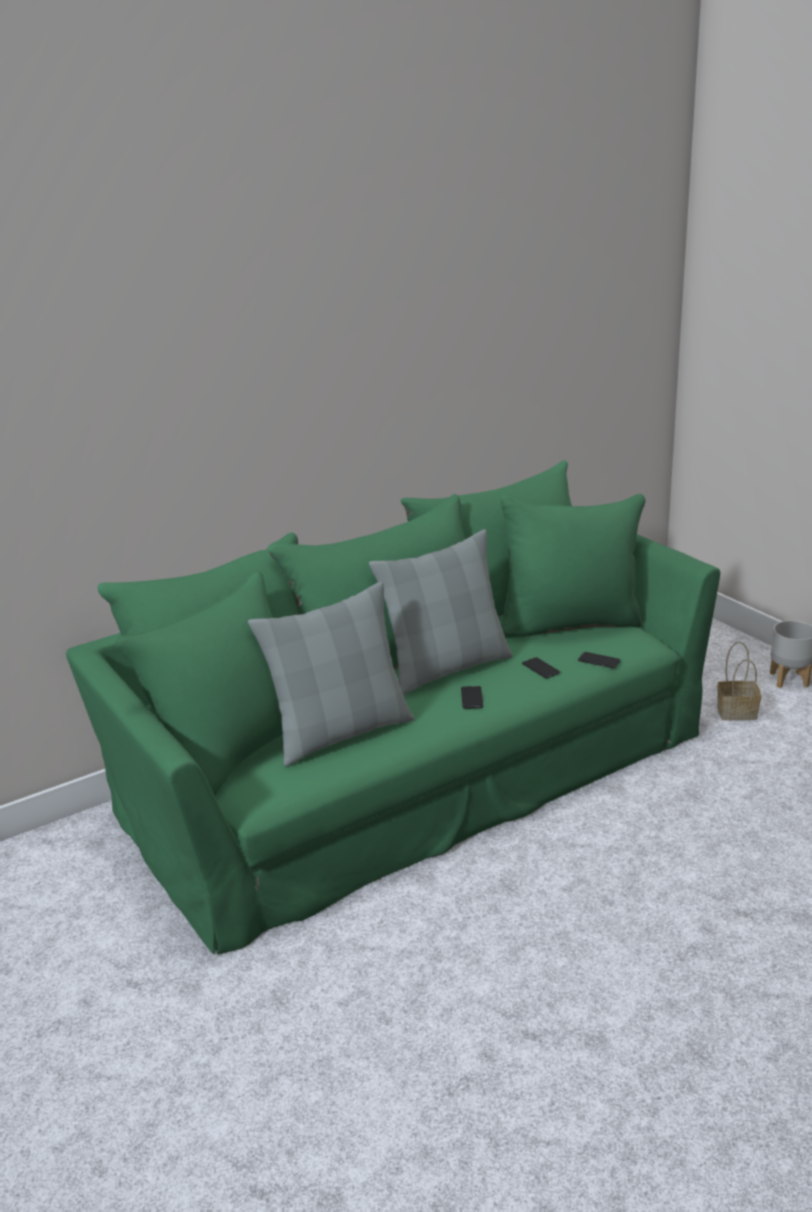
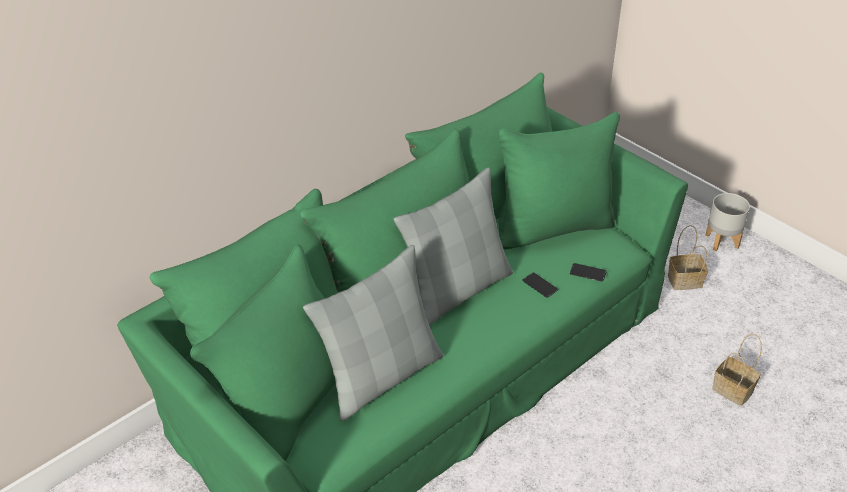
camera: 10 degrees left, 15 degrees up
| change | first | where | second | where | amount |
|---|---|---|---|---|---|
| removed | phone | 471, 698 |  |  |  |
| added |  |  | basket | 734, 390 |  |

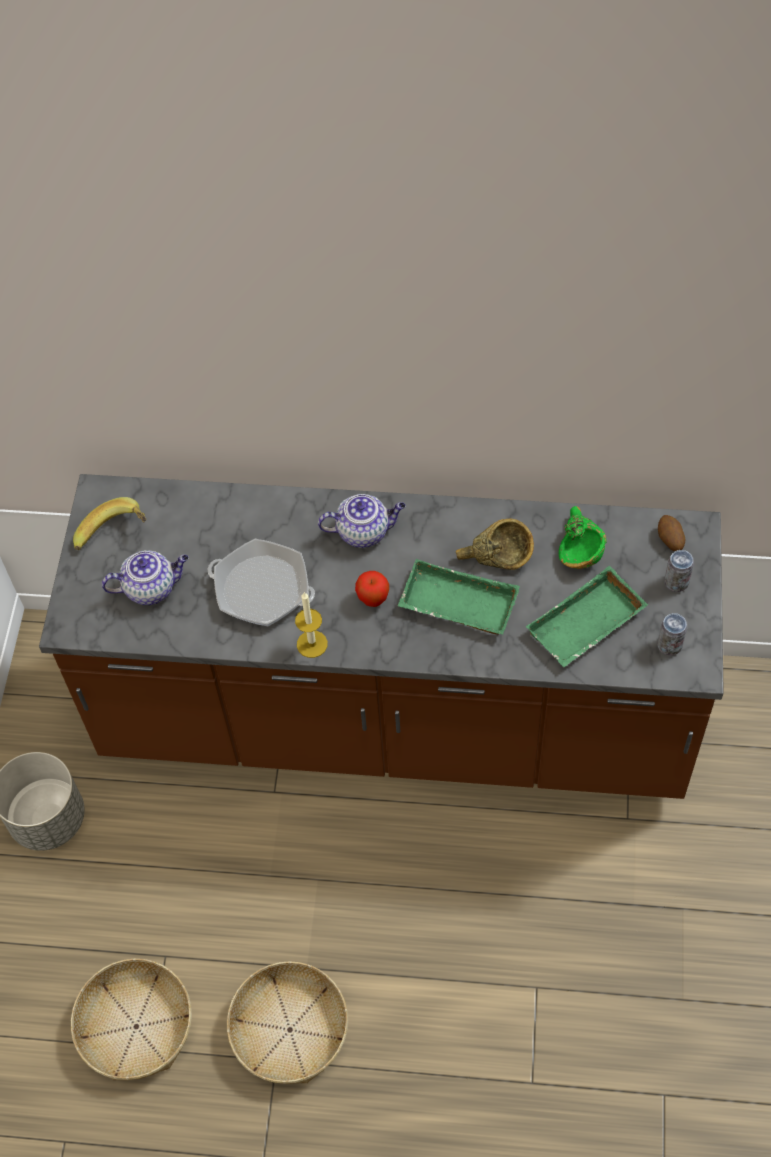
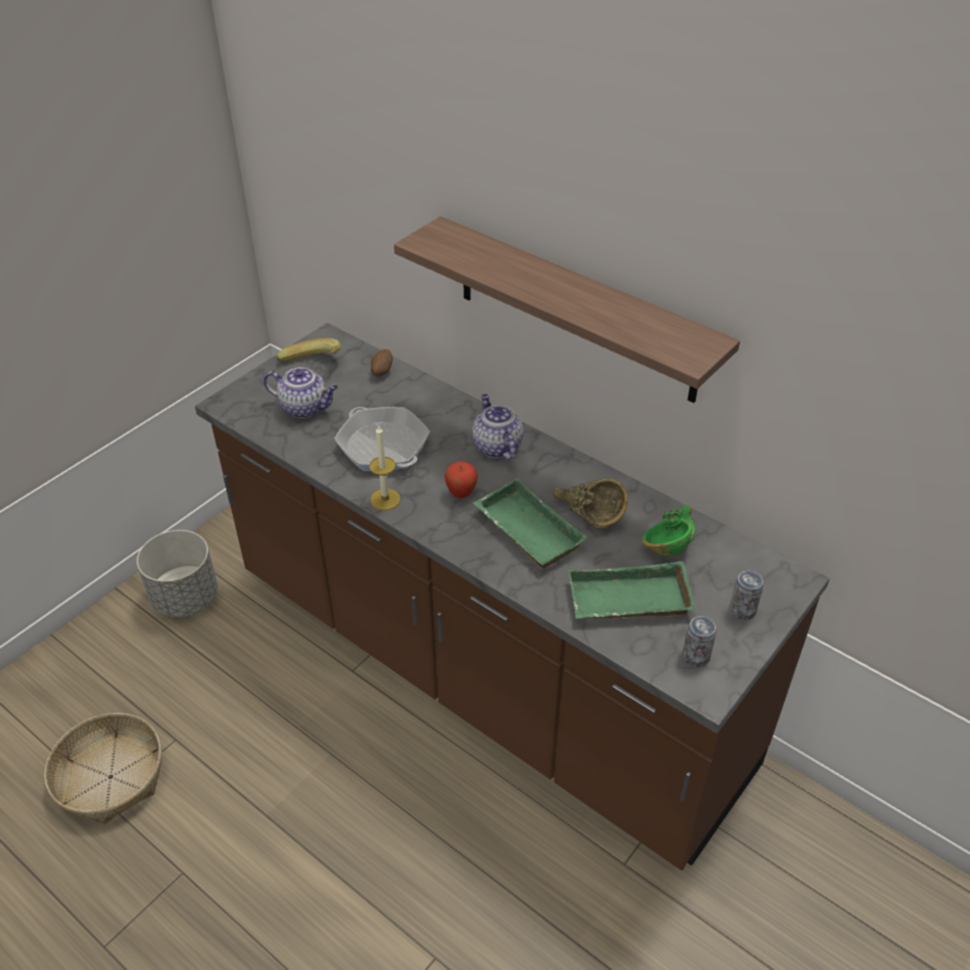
camera: 30 degrees right, 15 degrees down
| change | first | where | second | where | amount |
|---|---|---|---|---|---|
| turned | teapot | 364, 531 |  | 496, 446 | 135 degrees counterclockwise |
| moved | potato | 669, 540 |  | 381, 371 |  |
| removed | basket | 290, 1030 |  |  |  |
| added |  |  | shelf | 576, 310 |  |

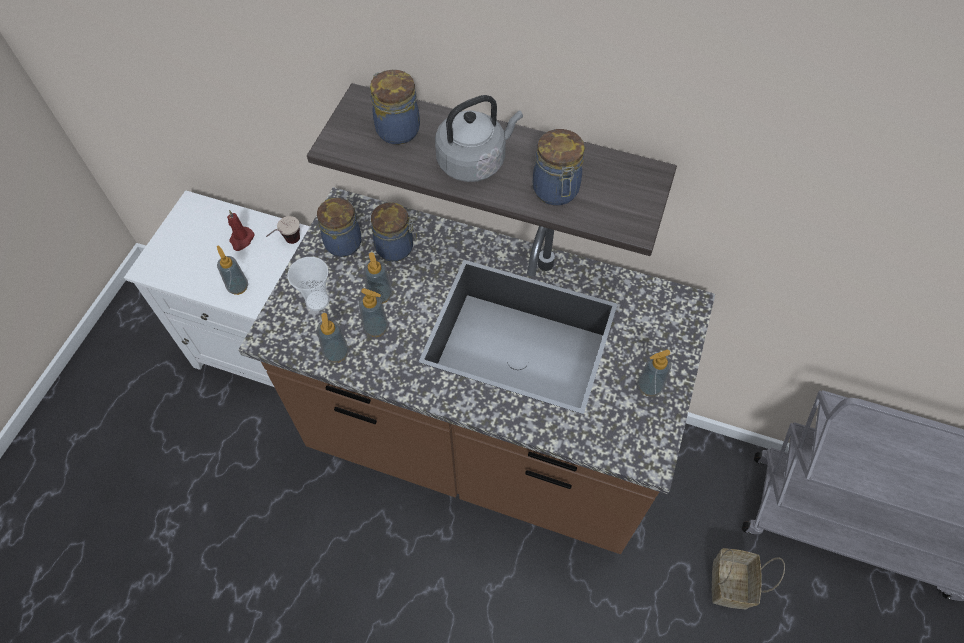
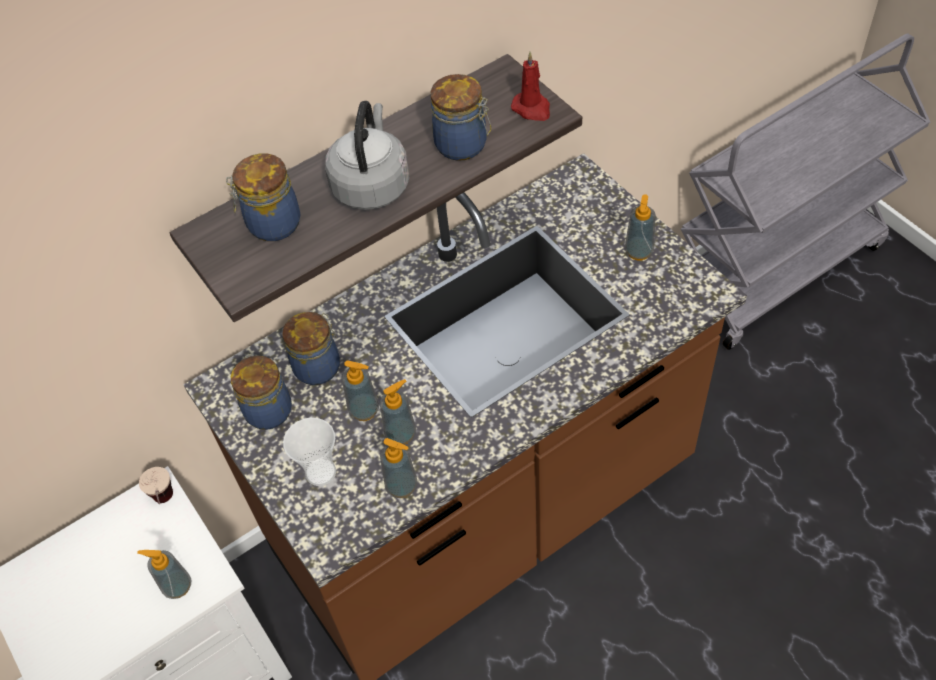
camera: 50 degrees left, 5 degrees down
| change | first | where | second | where | amount |
|---|---|---|---|---|---|
| moved | candle (red) | 241, 240 |  | 532, 109 |  |
| removed | basket | 731, 585 |  |  |  |

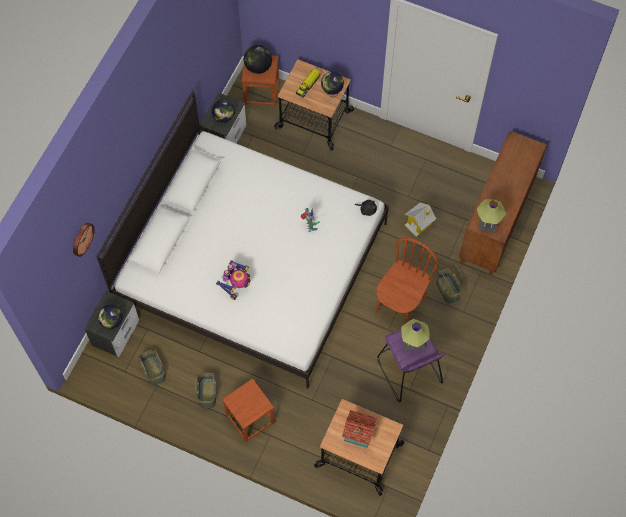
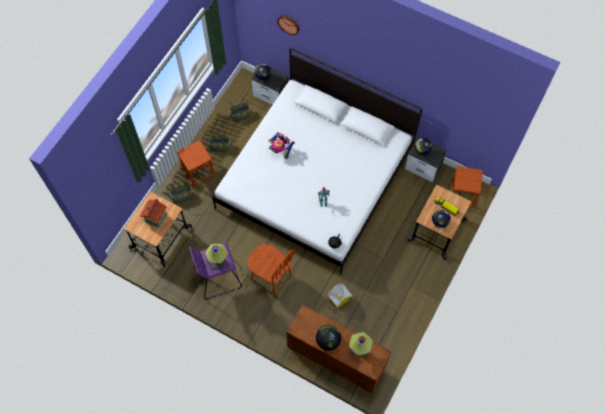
camera: 95 degrees right, 0 degrees up
| change | first | where | second | where | amount |
|---|---|---|---|---|---|
| moved | globe | 258, 67 |  | 328, 341 |  |
| moved | table lamp | 488, 223 |  | 359, 349 |  |
| moved | basket | 448, 289 |  | 182, 197 |  |

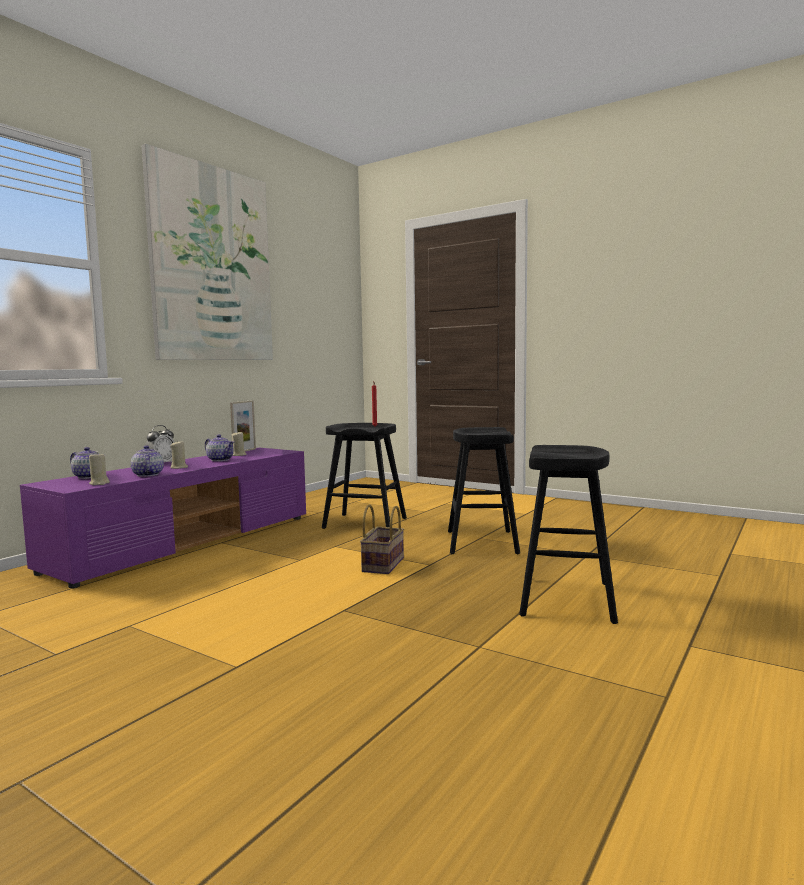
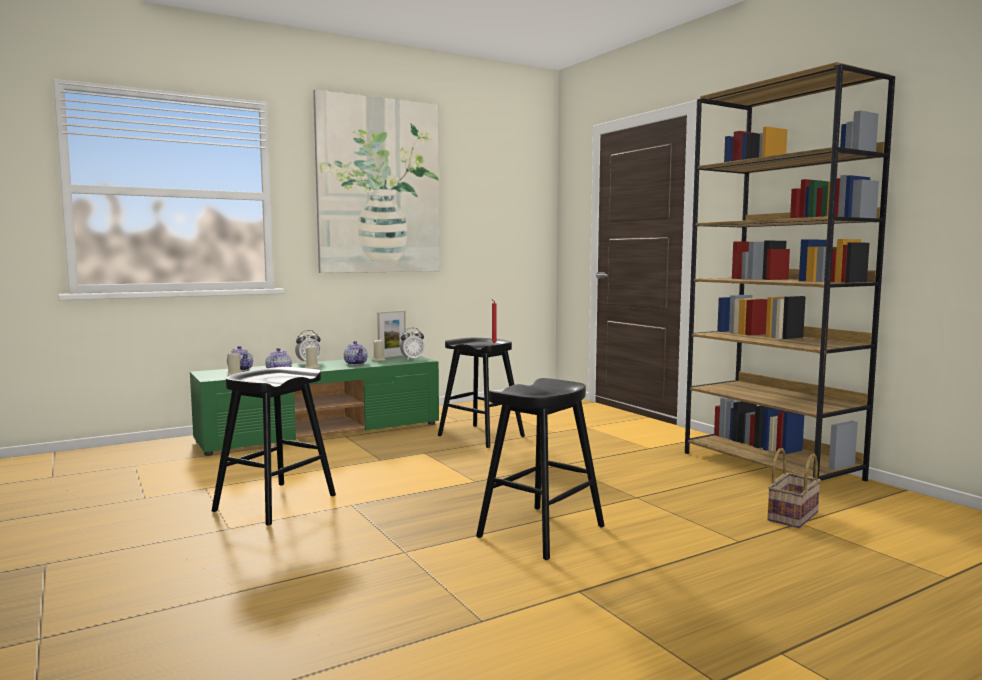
camera: 25 degrees right, 0 degrees up
| change | first | where | second | where | amount |
|---|---|---|---|---|---|
| moved | stool (black) | 481, 542 |  | 275, 503 |  |
| recoloured | tv stand (purple) | 188, 542 | tv stand (green) | 323, 432 |  |
| moved | basket | 382, 564 |  | 792, 515 |  |
| added |  |  | bookcase (brown) | 771, 466 |  |
| added |  |  | alarm clock | 412, 359 |  |

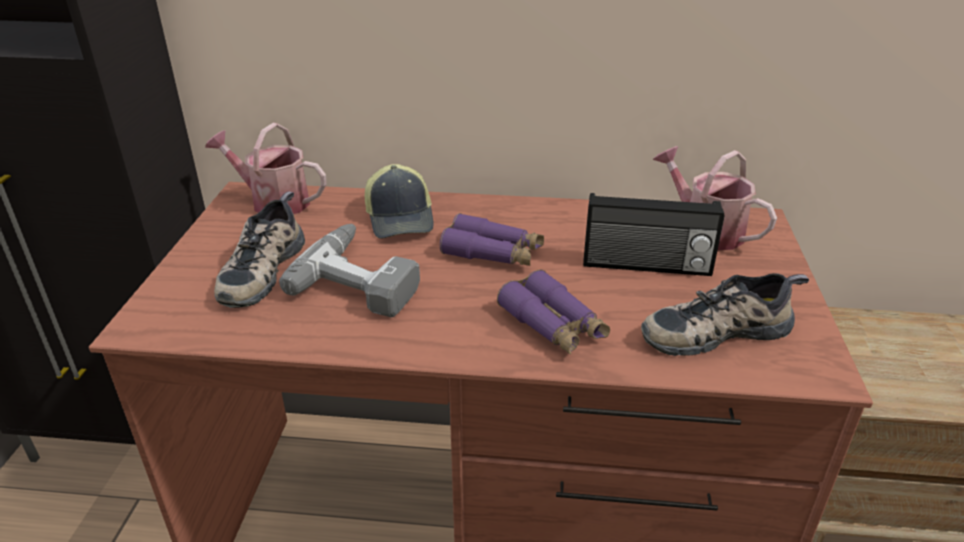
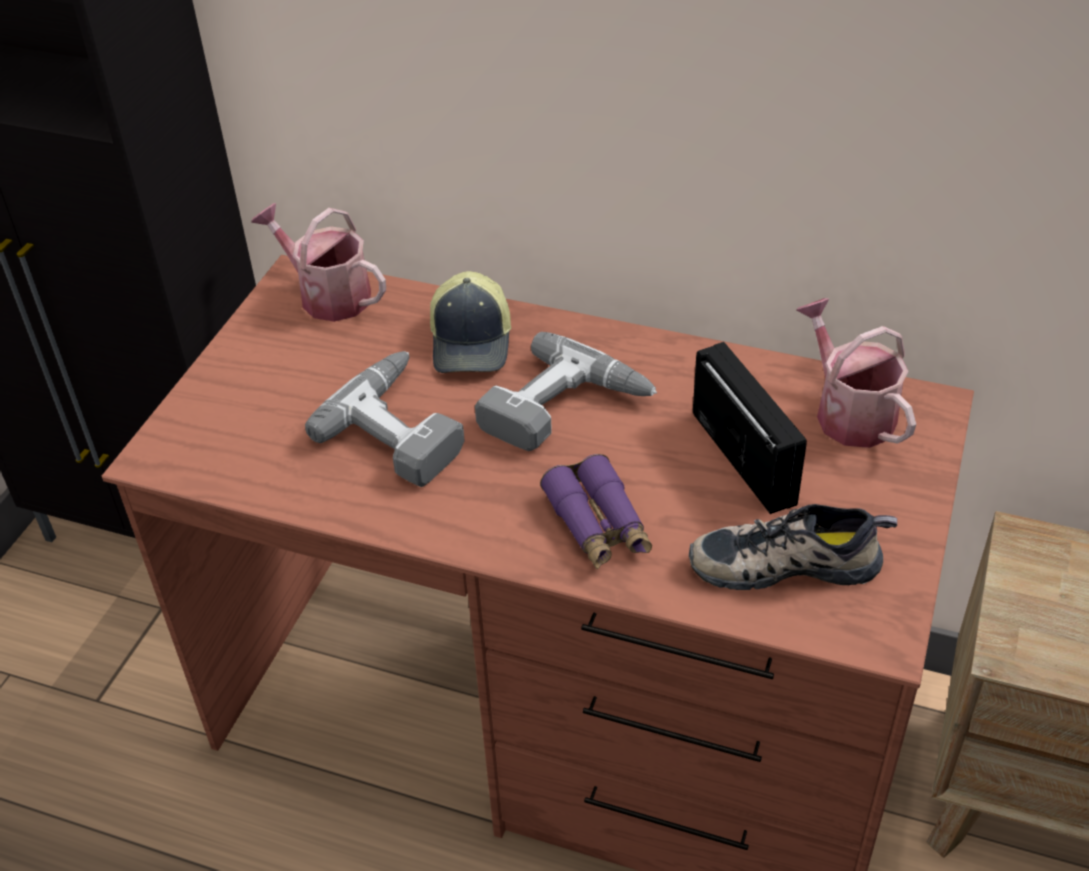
camera: 15 degrees right, 10 degrees up
| change | first | where | second | where | amount |
|---|---|---|---|---|---|
| removed | shoe | 260, 269 |  |  |  |
| turned | radio | 646, 266 |  | 746, 457 | 135 degrees counterclockwise |
| replaced | binoculars (purple) | 492, 253 | power drill | 565, 411 |  |

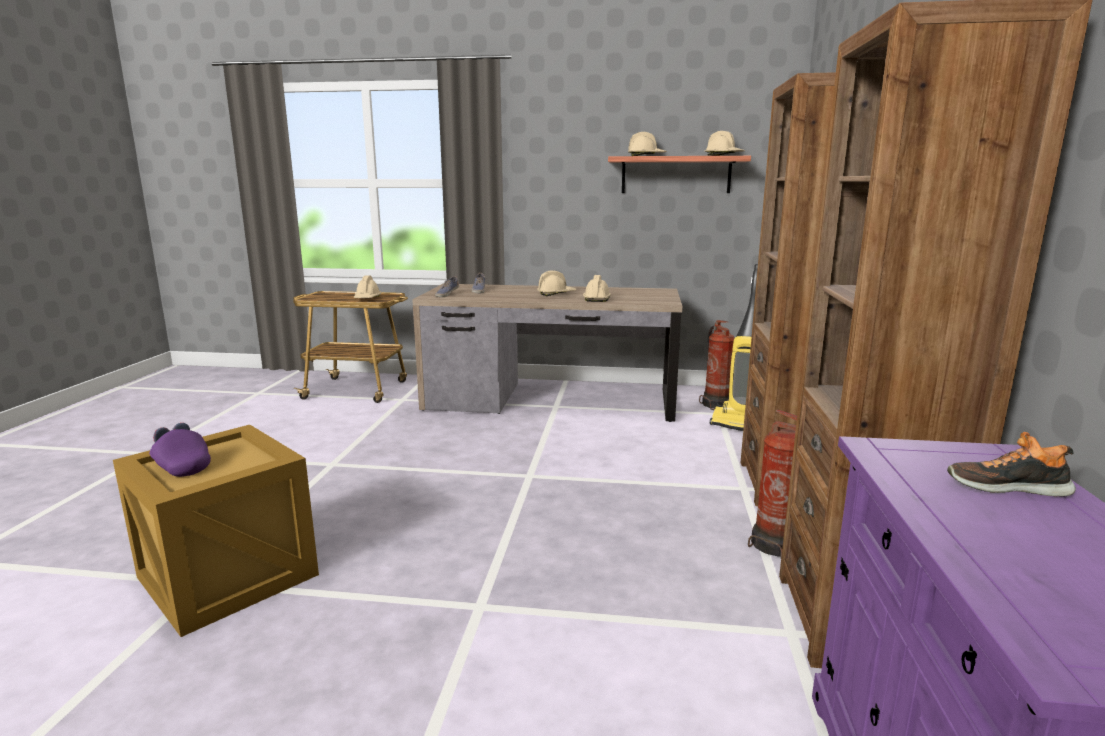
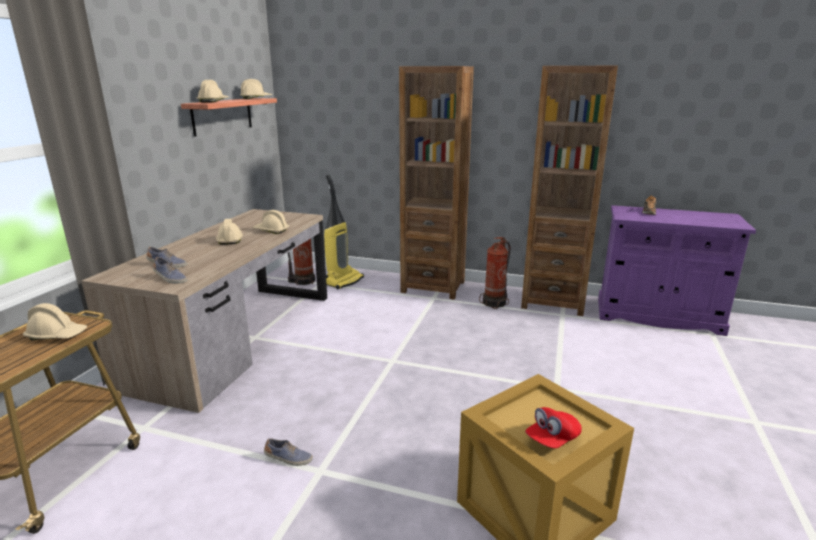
camera: 80 degrees left, 5 degrees up
| change | first | where | second | where | amount |
|---|---|---|---|---|---|
| recoloured | cap (purple) | 181, 466 | cap (red) | 552, 439 |  |
| added |  |  | shoe | 288, 459 |  |

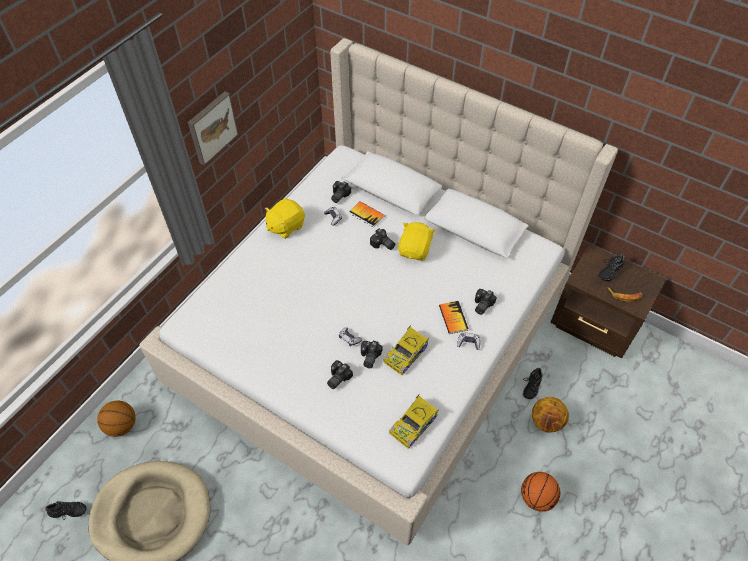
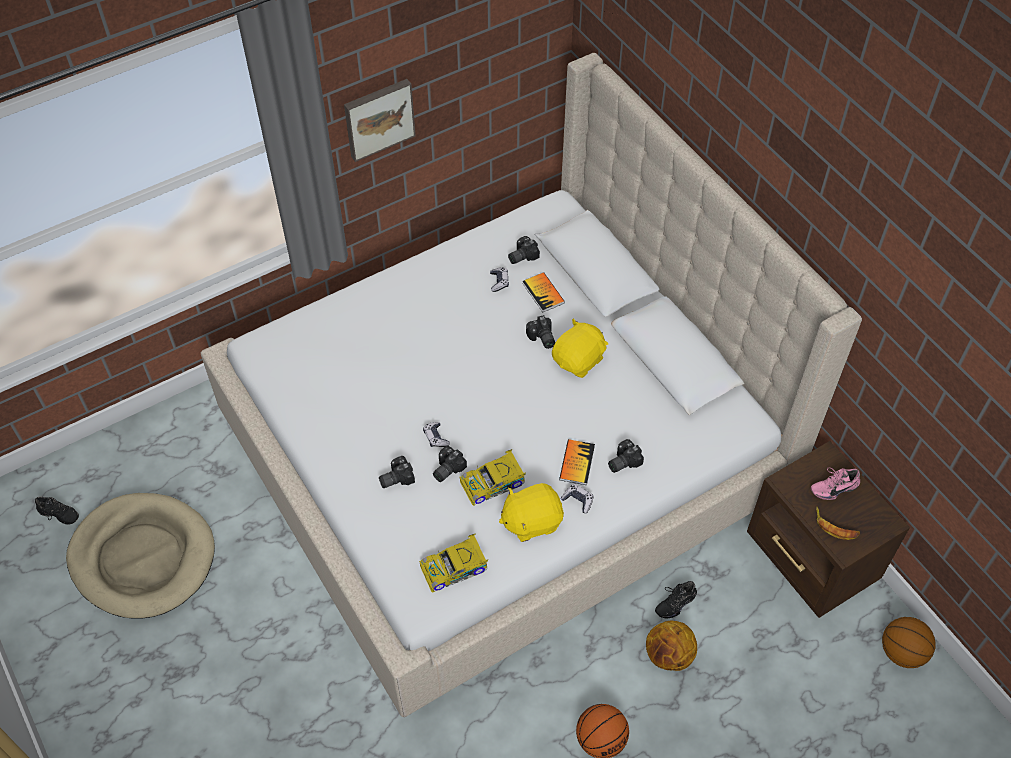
camera: 25 degrees right, 0 degrees up
| change | first | where | second | where | amount |
|---|---|---|---|---|---|
| moved | plush toy (yellow) | 285, 226 |  | 531, 521 |  |
| recoloured | shoe (black) | 608, 271 | shoe (pink) | 833, 487 |  |
| moved | basketball | 121, 425 |  | 901, 652 |  |

